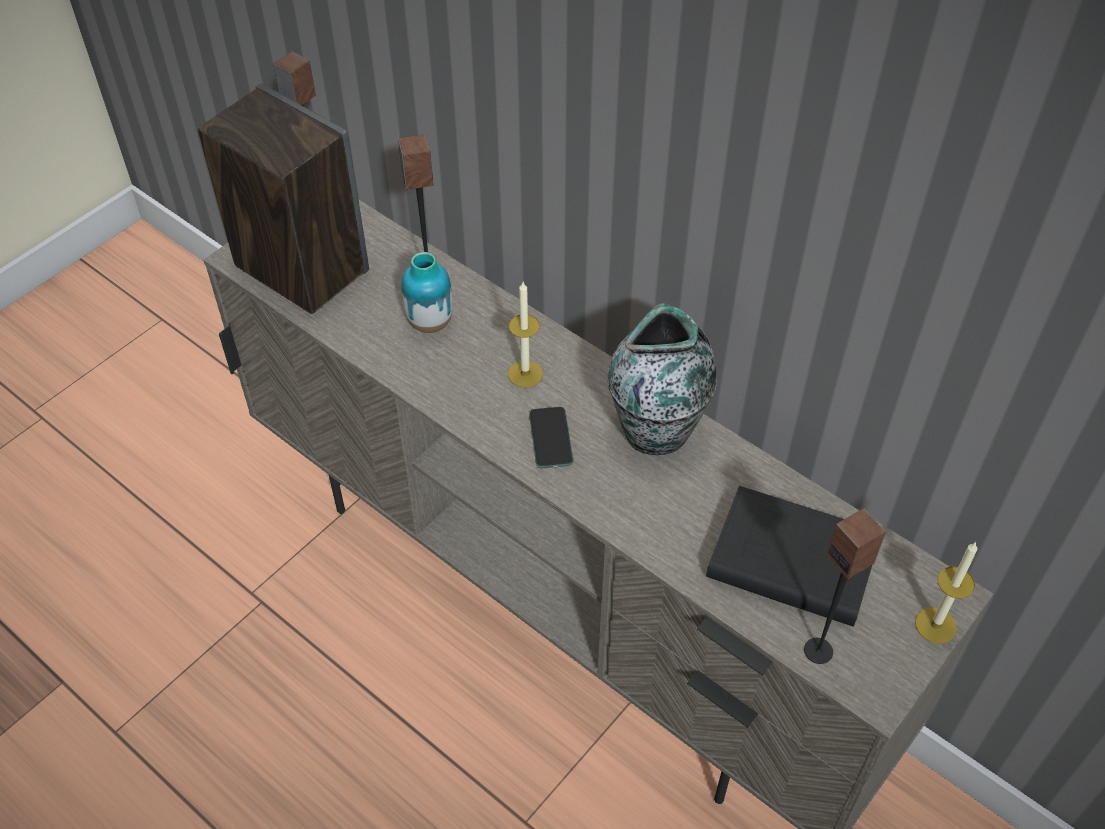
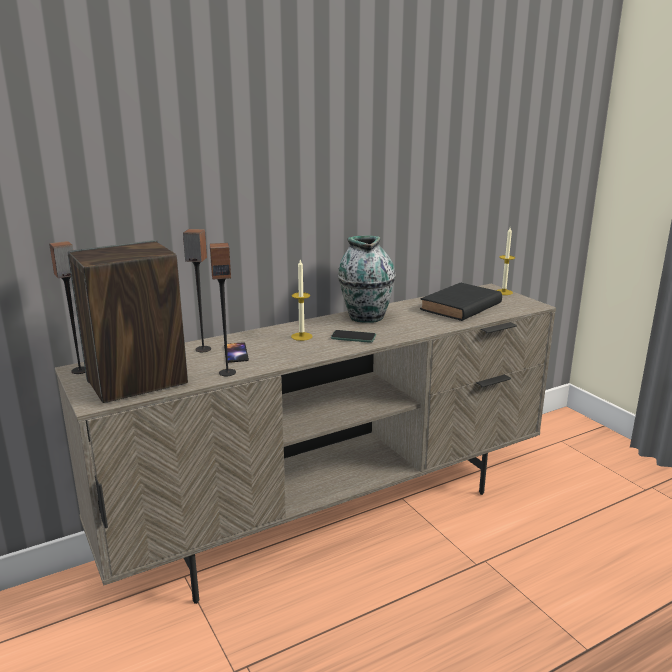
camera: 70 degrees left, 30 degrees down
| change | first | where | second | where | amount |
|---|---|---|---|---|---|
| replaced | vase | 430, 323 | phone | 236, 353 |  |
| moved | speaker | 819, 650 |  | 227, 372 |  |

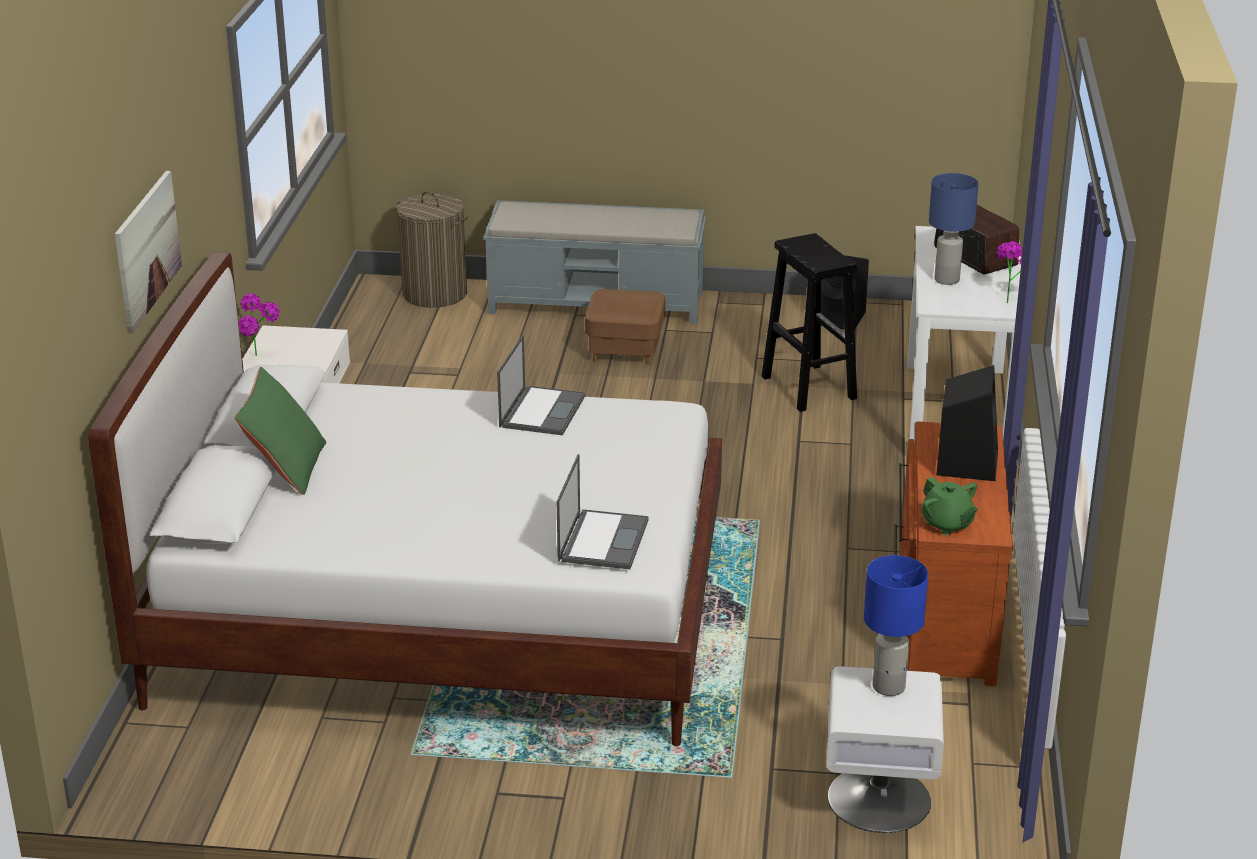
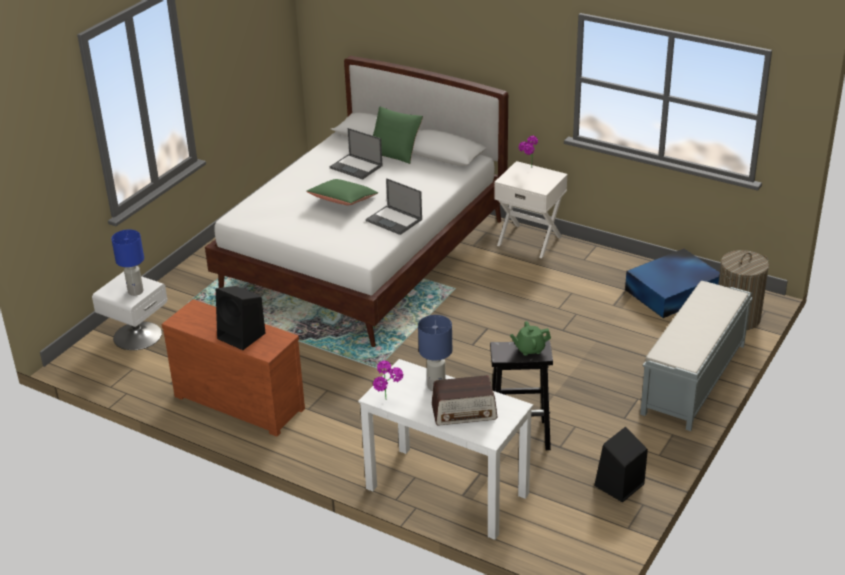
camera: 115 degrees right, 5 degrees up
| change | first | where | second | where | amount |
|---|---|---|---|---|---|
| removed | picture | 147, 250 |  |  |  |
| removed | ottoman (brown) | 625, 350 |  |  |  |
| moved | laptop | 603, 539 |  | 356, 167 |  |
| moved | teapot (green) | 947, 524 |  | 530, 349 |  |
| added |  |  | pillow (green) | 343, 201 |  |
| added |  |  | storage box (blue) | 674, 291 |  |

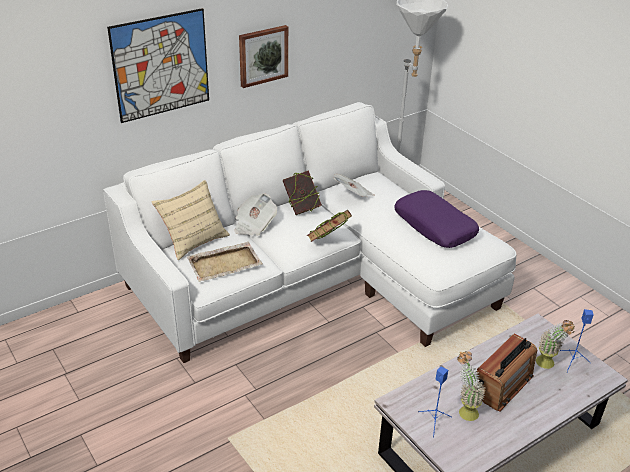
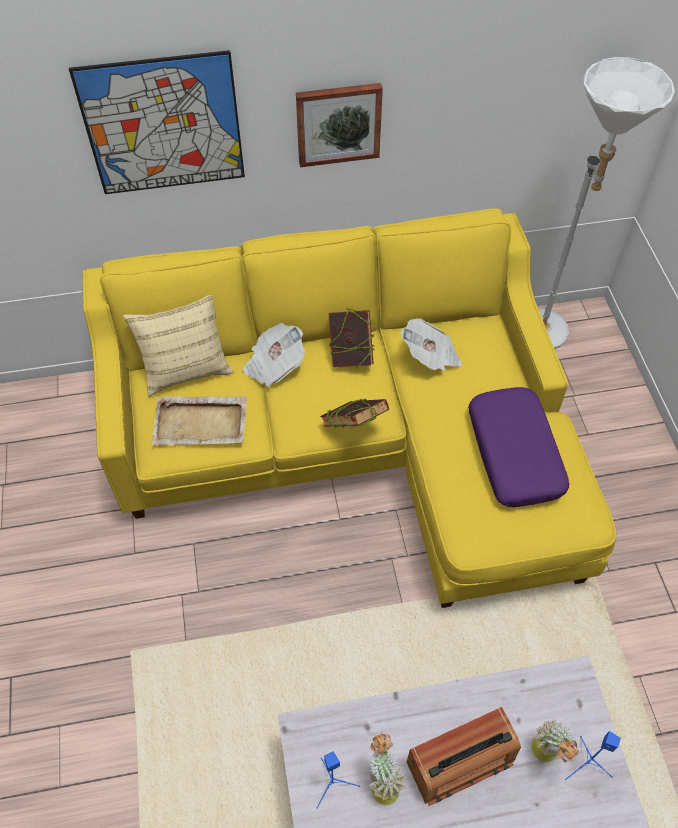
camera: 25 degrees right, 20 degrees up
| change | first | where | second | where | amount |
|---|---|---|---|---|---|
| recoloured | sofa (white) | 314, 278 | sofa (yellow) | 357, 440 |  |

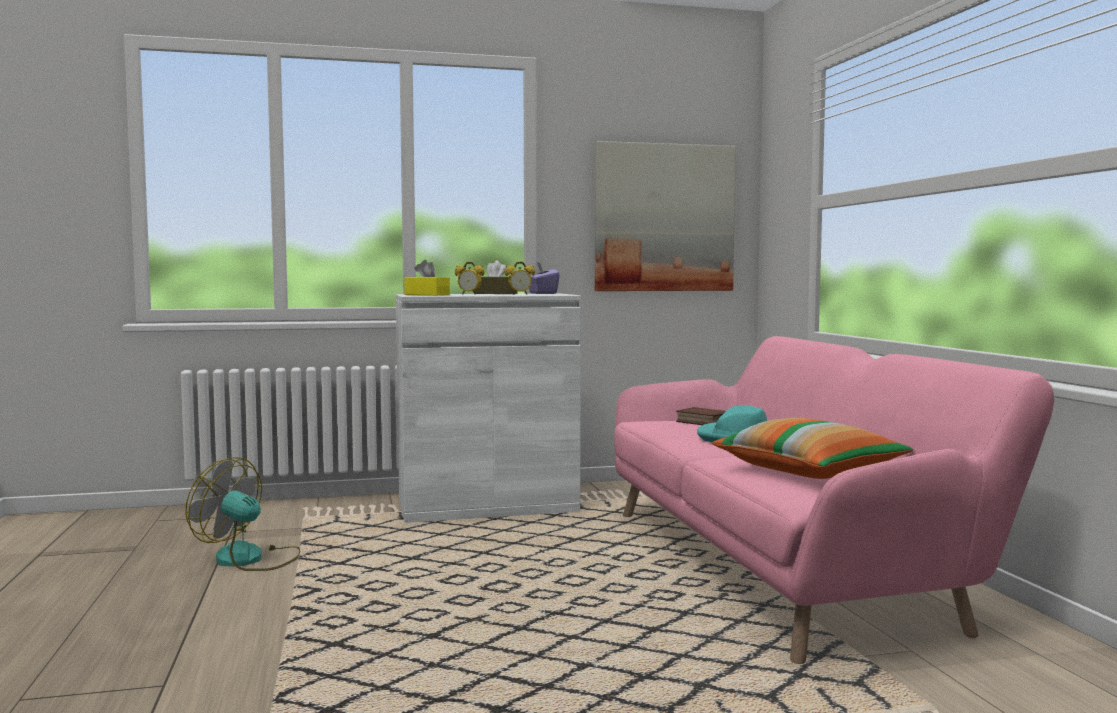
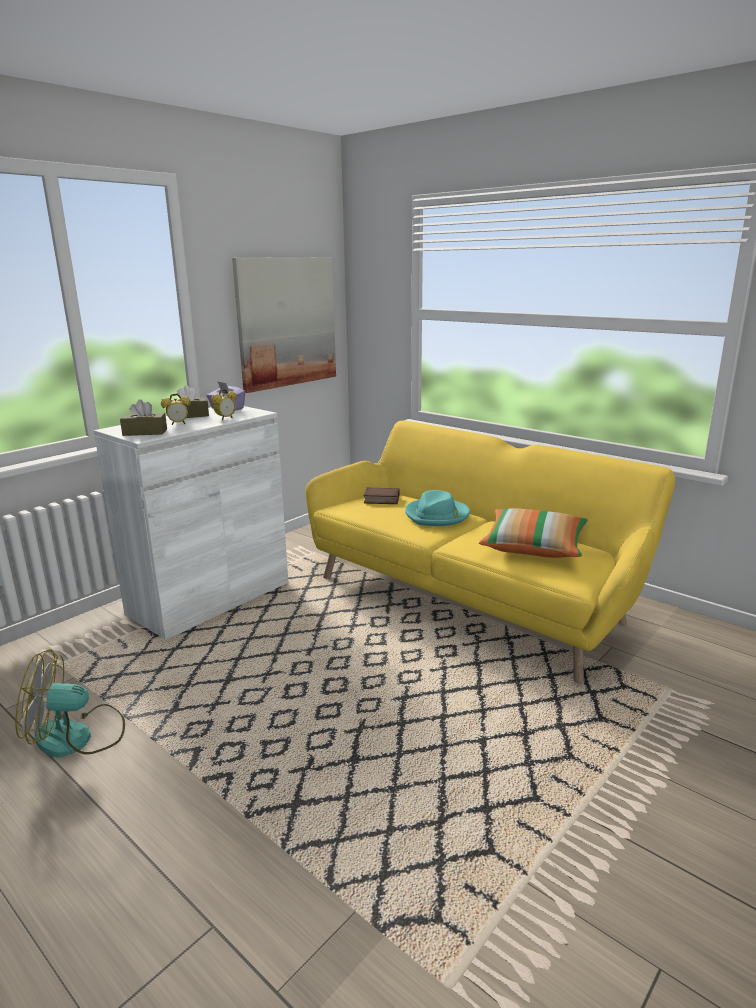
camera: 35 degrees left, 15 degrees up
| change | first | where | second | where | amount |
|---|---|---|---|---|---|
| recoloured | tissue box (yellow) | 427, 294 | tissue box (brown) | 145, 432 |  |
| recoloured | sofa (pink) | 781, 566 | sofa (yellow) | 473, 597 |  |

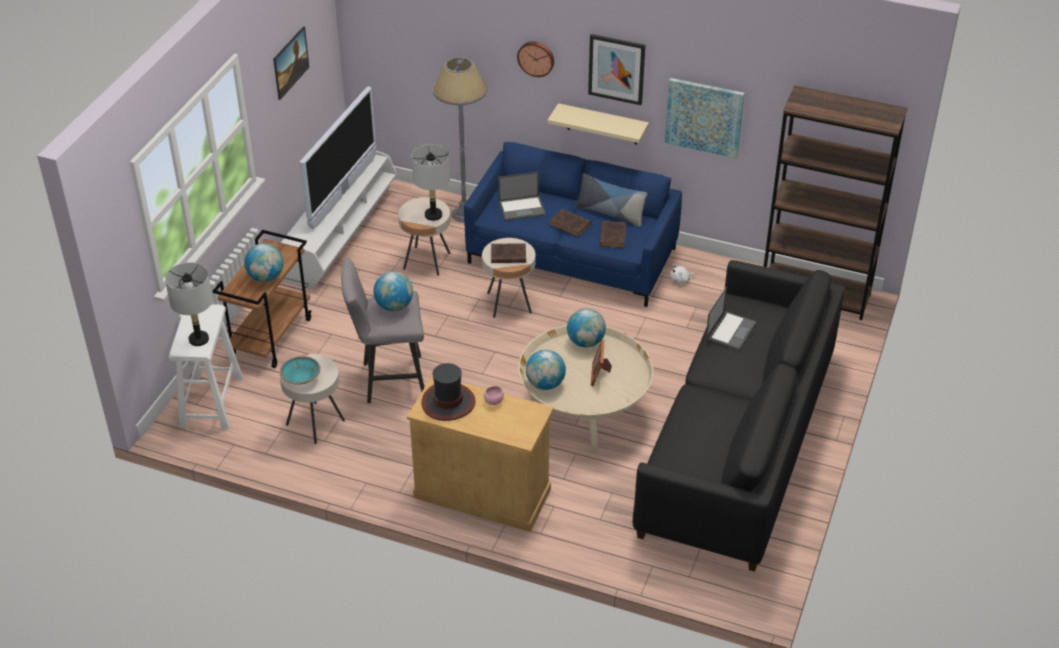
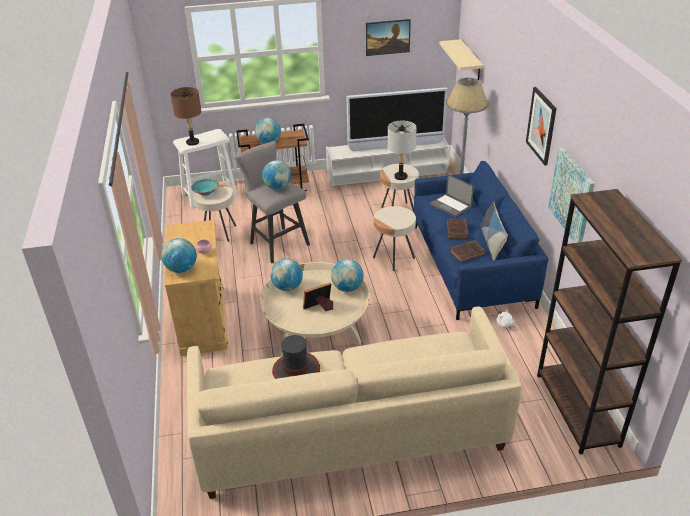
camera: 60 degrees right, 5 degrees down
| change | first | where | second | where | amount |
|---|---|---|---|---|---|
| removed | wall clock | 536, 58 |  |  |  |
| moved | shelf (beige) | 602, 124 |  | 470, 61 |  |
| removed | book (brown) | 507, 255 |  |  |  |
| recoloured | sofa (black) | 738, 443 | sofa (beige) | 350, 430 |  |
| recoloured | table lamp (grey) | 199, 339 | table lamp (brown) | 192, 142 |  |
| removed | laptop | 730, 330 |  |  |  |
| moved | hat | 448, 402 |  | 296, 370 |  |
| added |  |  | globe | 181, 269 |  |

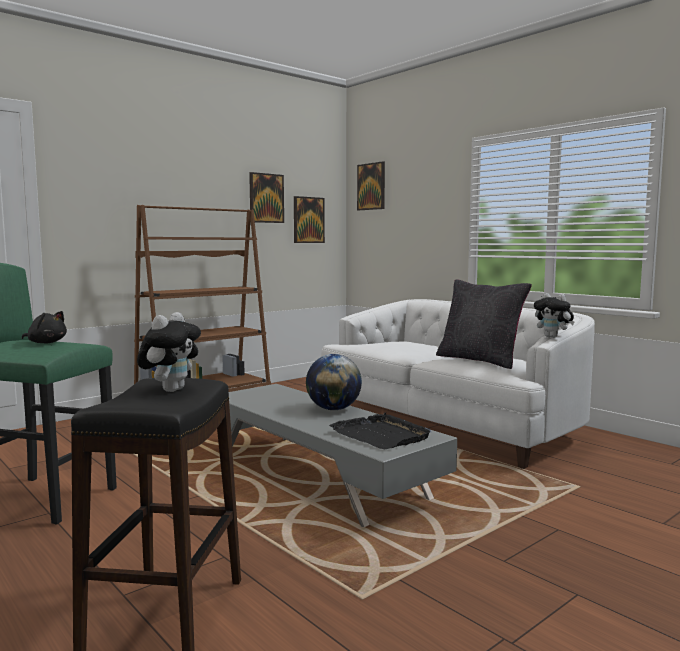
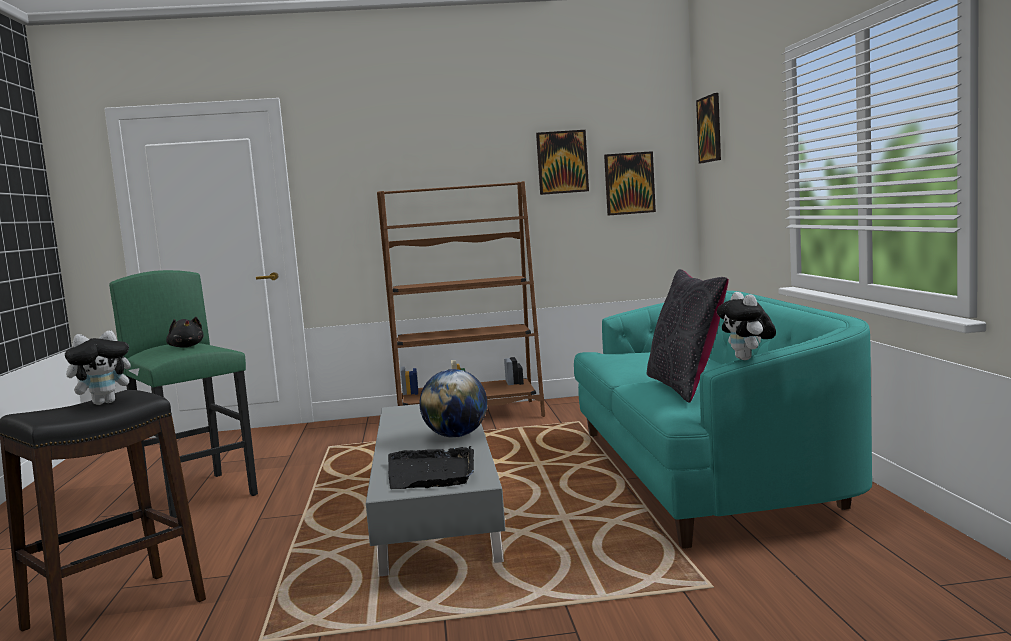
camera: 35 degrees right, 0 degrees up
| change | first | where | second | where | amount |
|---|---|---|---|---|---|
| recoloured | sofa (white) | 450, 423 | sofa (turquoise) | 704, 472 |  |

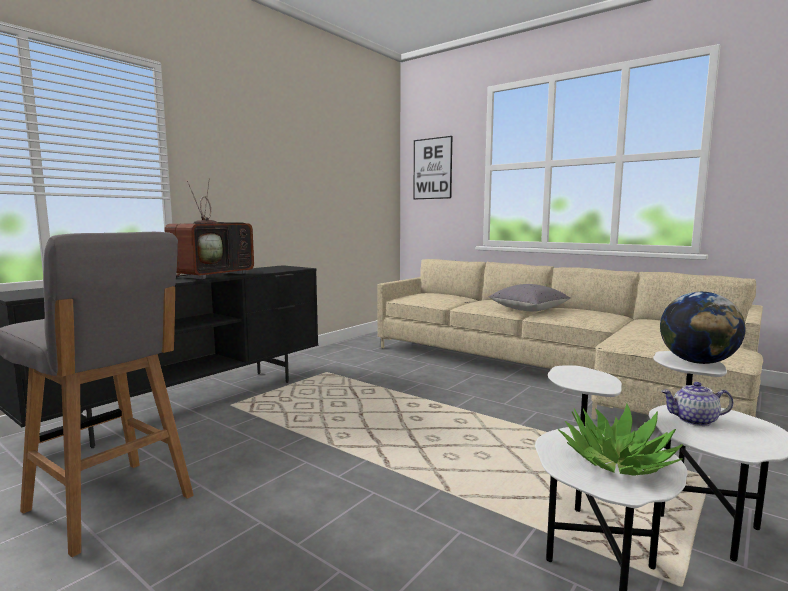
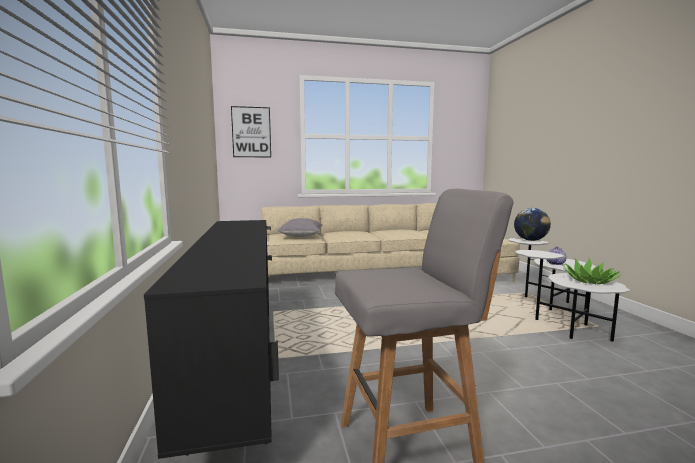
camera: 50 degrees left, 0 degrees up
| change | first | where | second | where | amount |
|---|---|---|---|---|---|
| removed | television | 213, 275 |  |  |  |
| moved | pillow (grey) | 528, 310 |  | 301, 236 |  |

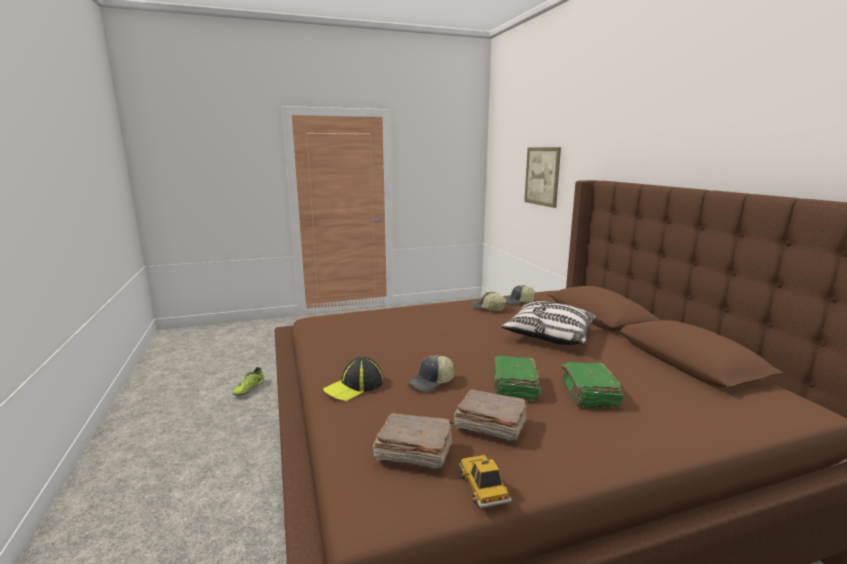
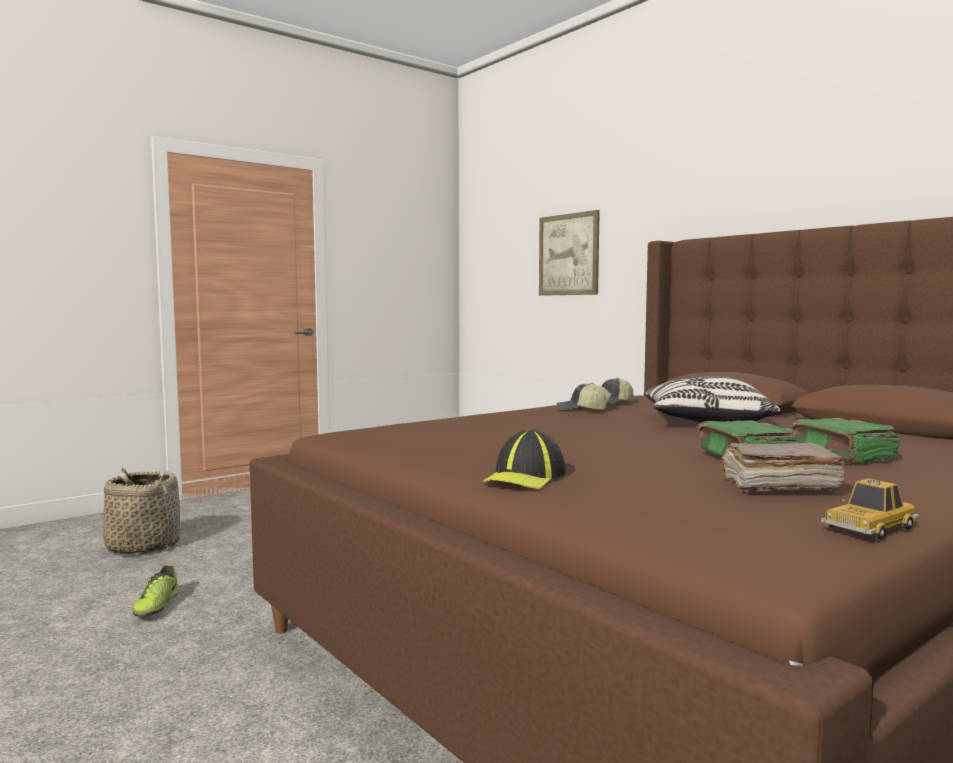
camera: 20 degrees left, 10 degrees down
| change | first | where | second | where | amount |
|---|---|---|---|---|---|
| removed | cap | 431, 382 |  |  |  |
| removed | book (brown) | 413, 452 |  |  |  |
| turned | toy car | 483, 487 |  | 870, 528 | 90 degrees counterclockwise |
| added |  |  | basket | 142, 546 |  |

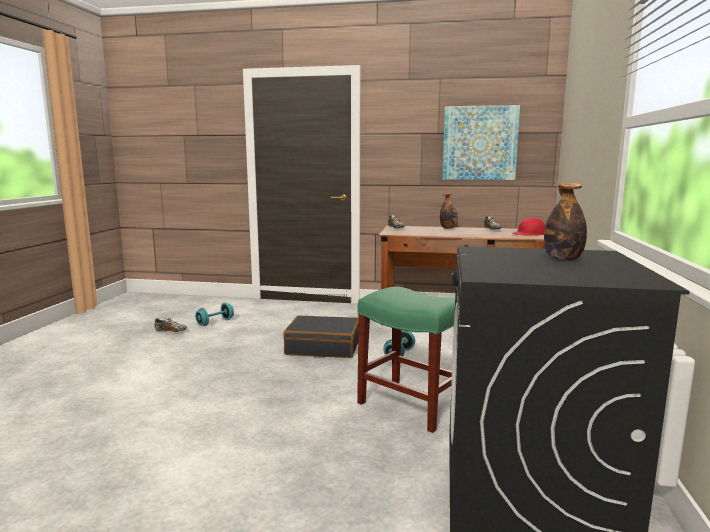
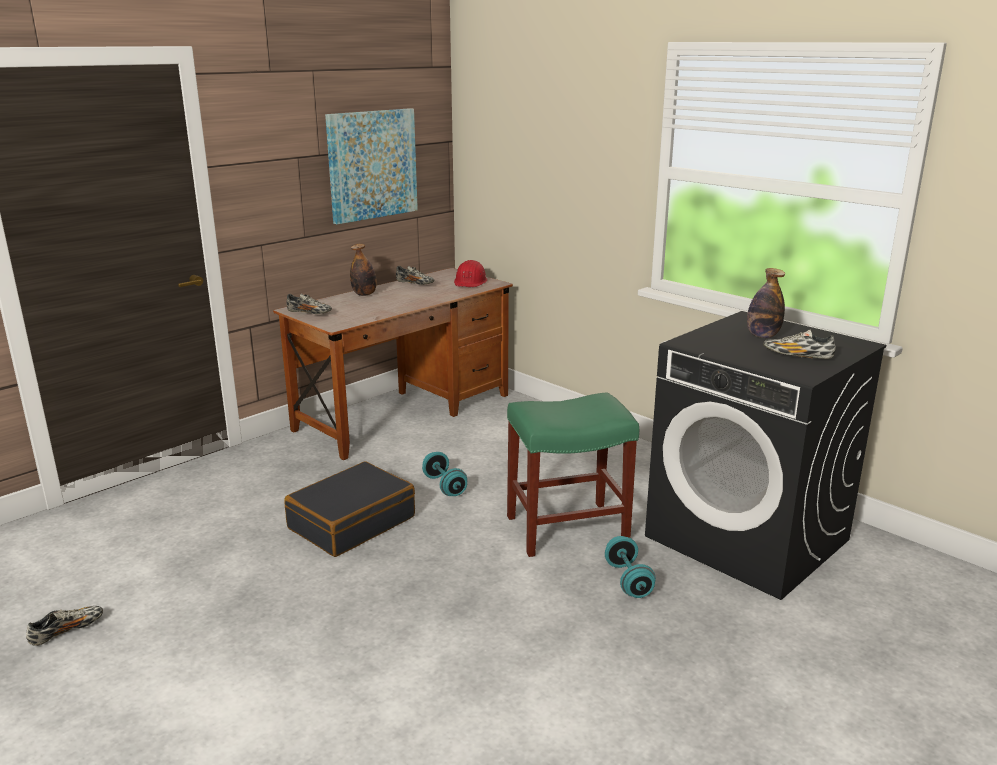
camera: 55 degrees left, 10 degrees up
| change | first | where | second | where | amount |
|---|---|---|---|---|---|
| moved | dumbbell (turquoise) | 215, 322 |  | 628, 580 |  |
| added |  |  | shoe | 797, 356 |  |

